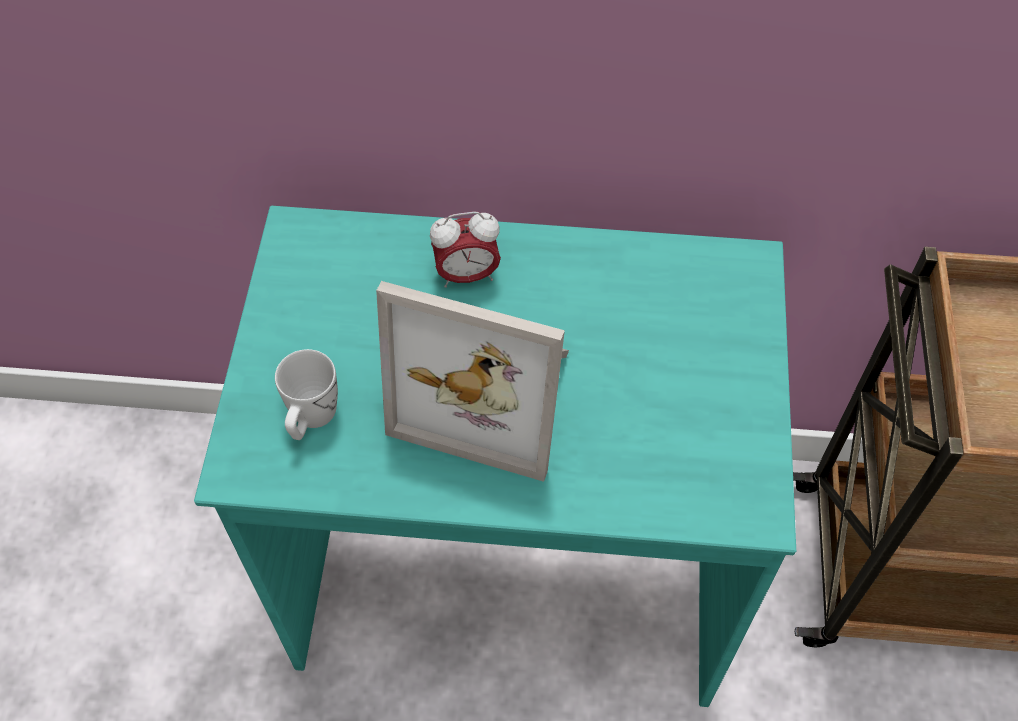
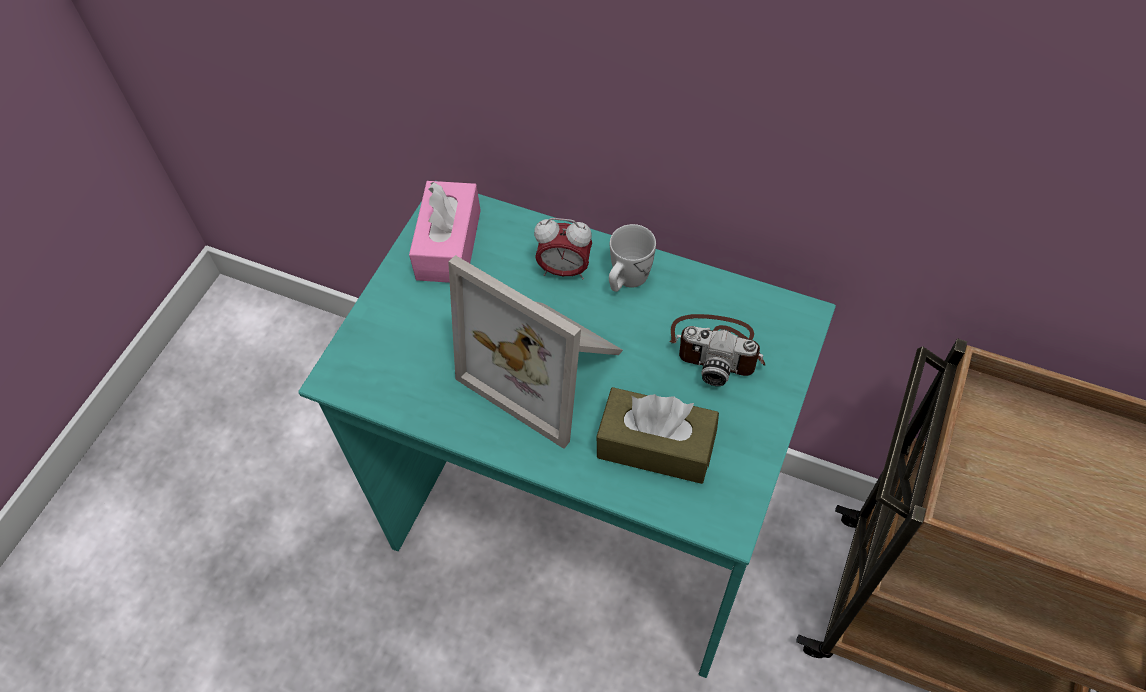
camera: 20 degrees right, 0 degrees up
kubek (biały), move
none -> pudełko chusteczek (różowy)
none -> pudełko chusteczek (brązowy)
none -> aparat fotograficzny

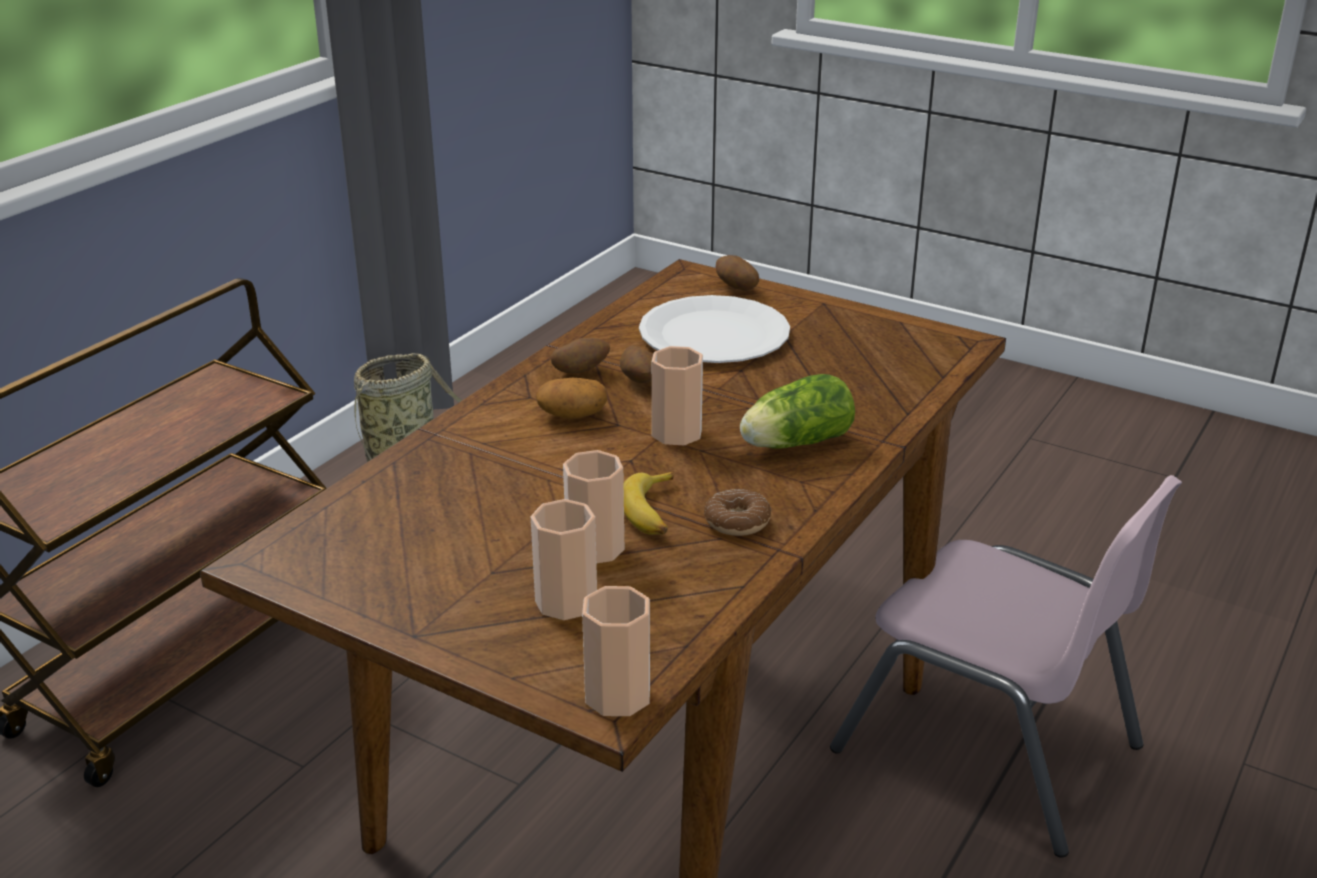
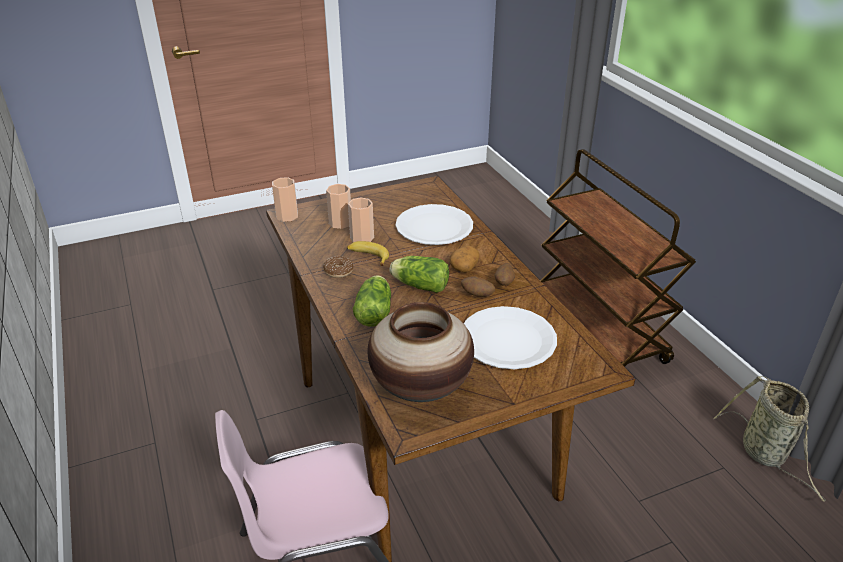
camera: 125 degrees right, 5 degrees up
filiżanka (4th from left) -> sałata (2nd from left)
ziemniak (4th from left) -> none
none -> wazon
none -> talerz (biały) (1st from left)

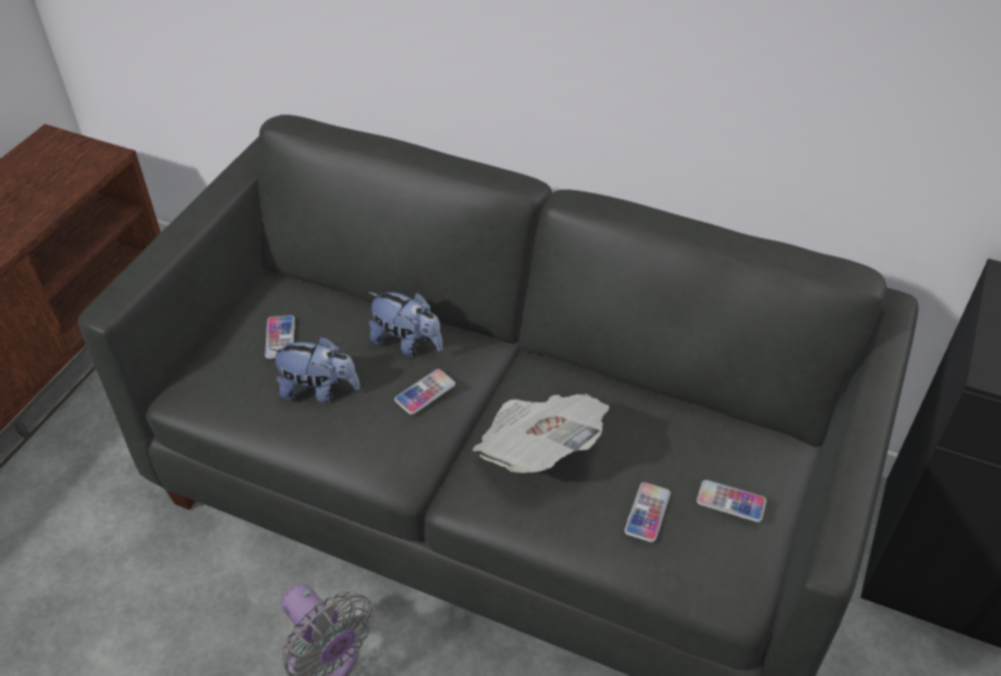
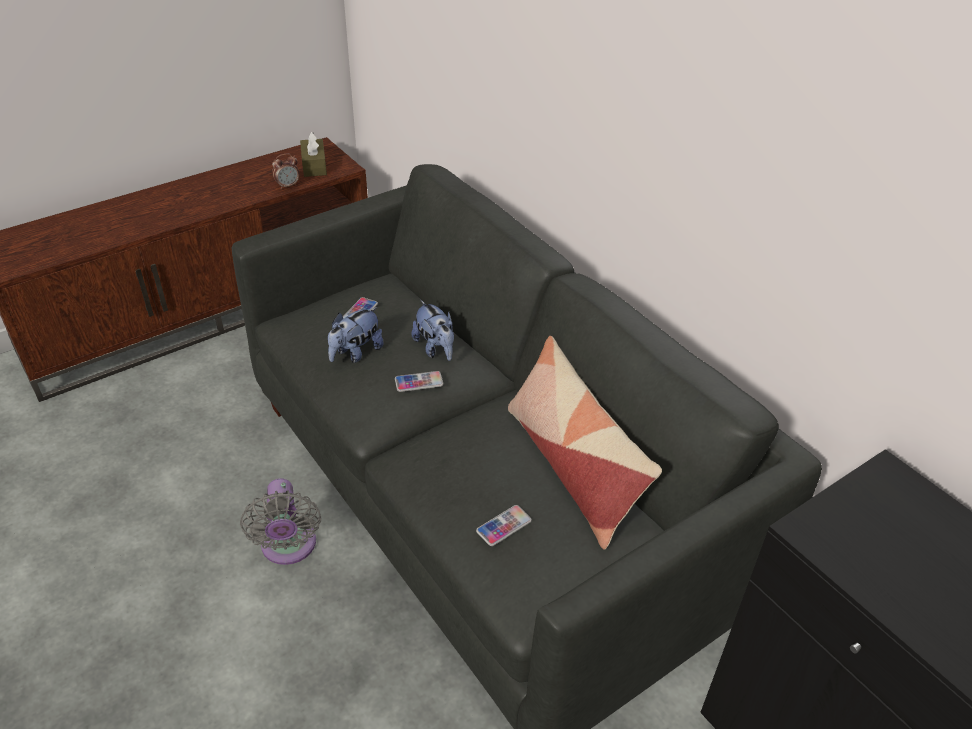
camera: 30 degrees right, 5 degrees down
pluszak (1st from left), 90 degrees clockwise
gazeta -> none
telefon (4th from left) -> none
none -> budzik
none -> pudełko chusteczek (brązowy)
none -> poduszka

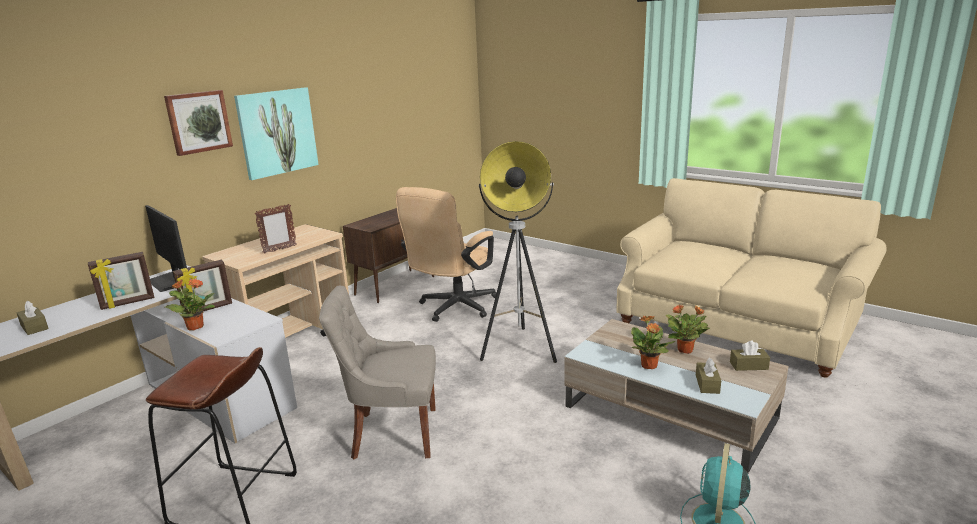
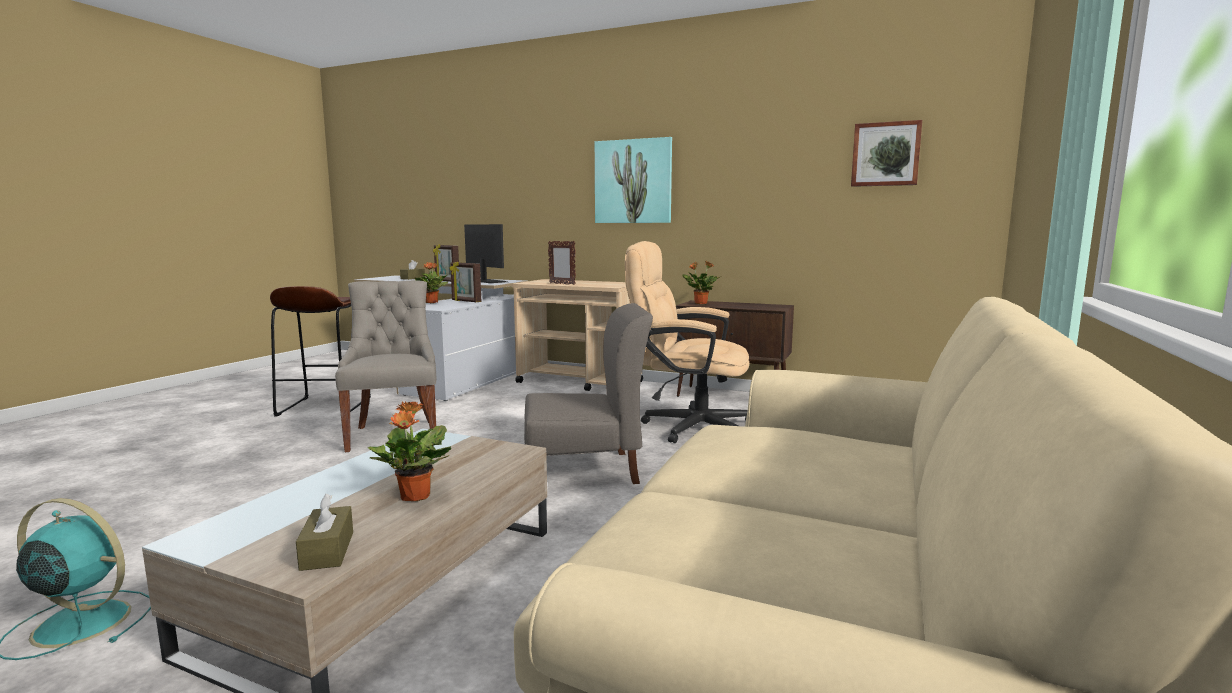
camera: 75 degrees right, 10 degrees down
monitor, 105 degrees clockwise
obraz (1st from left in the first image) -> obraz (2nd from left), move
lampa stojąca -> krzesło (szary) (2nd from left)
roślina doniczkowa (2nd from left in the first image) -> roślina doniczkowa (3rd from left), move
pudełko chusteczek (brązowy) (2nd from left) -> none

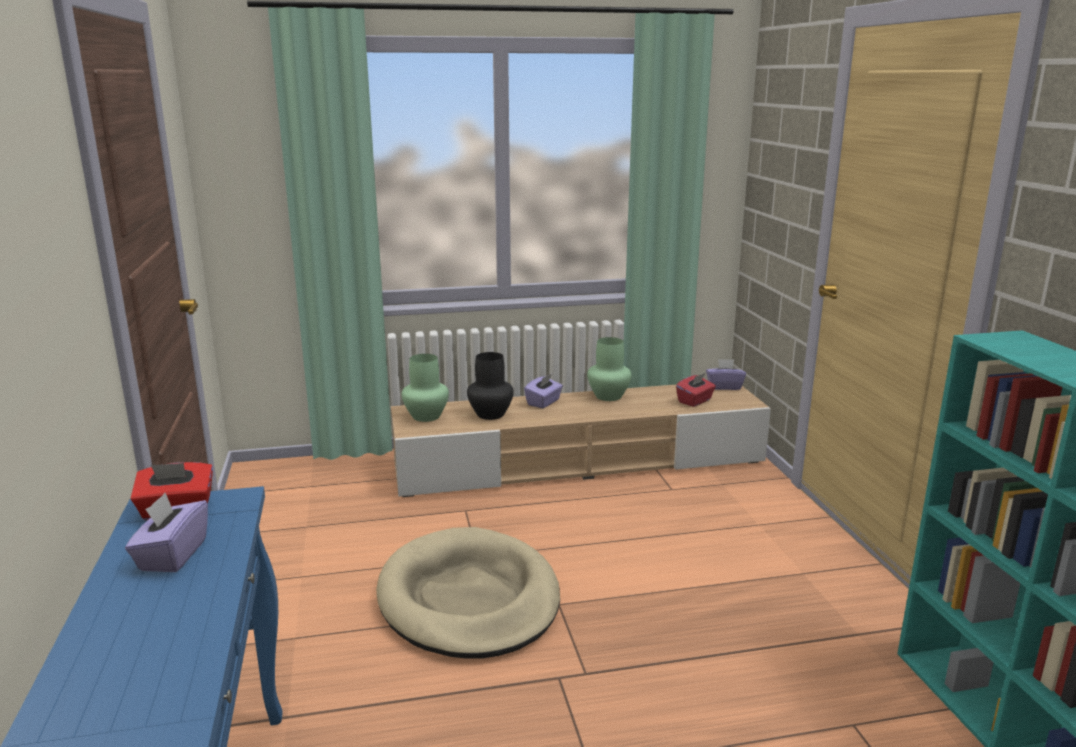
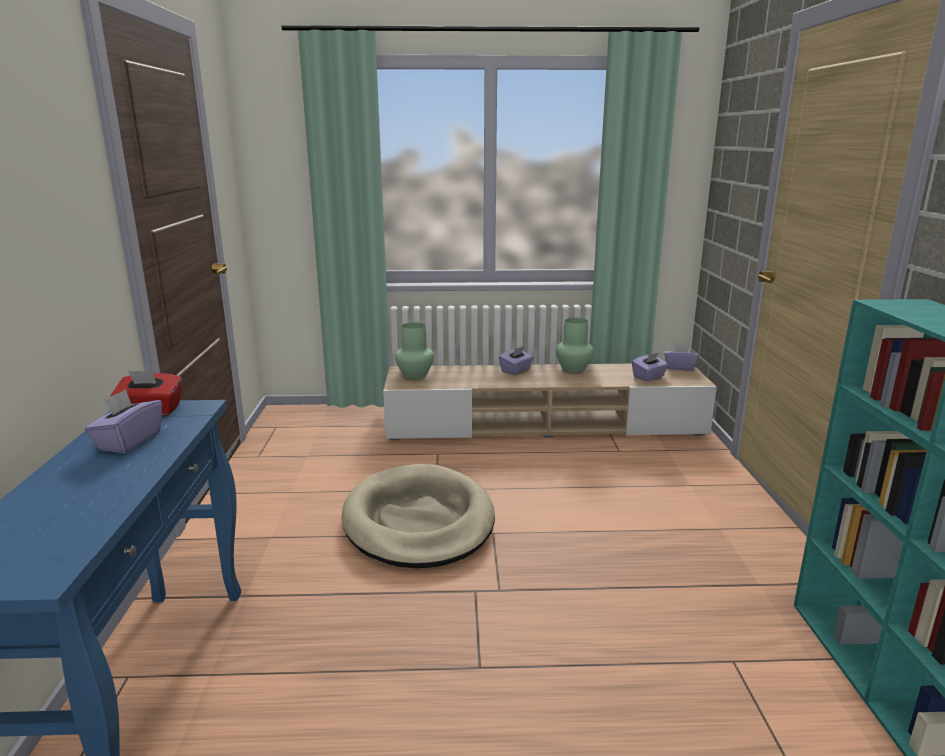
camera: 10 degrees right, 0 degrees up
wazon (czarny) -> none
pudełko chusteczek (czerwony) (2nd from left) -> pudełko chusteczek (fioletowy) (3rd from left)

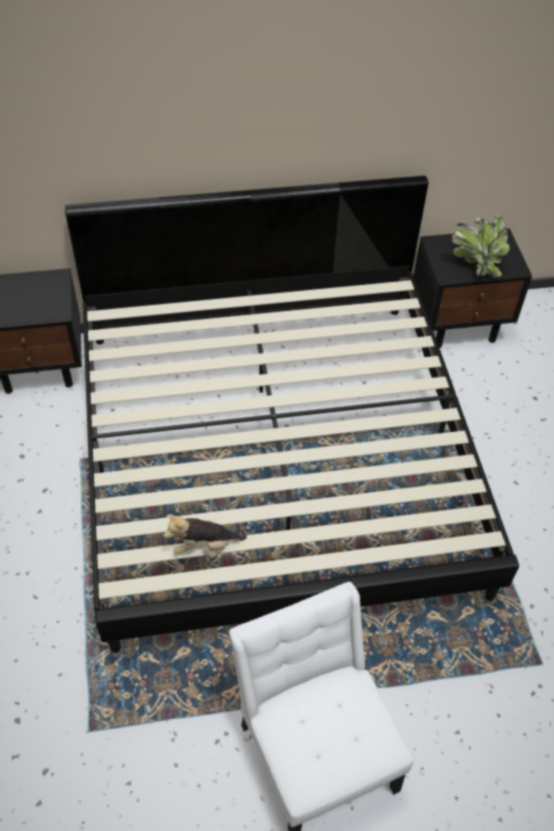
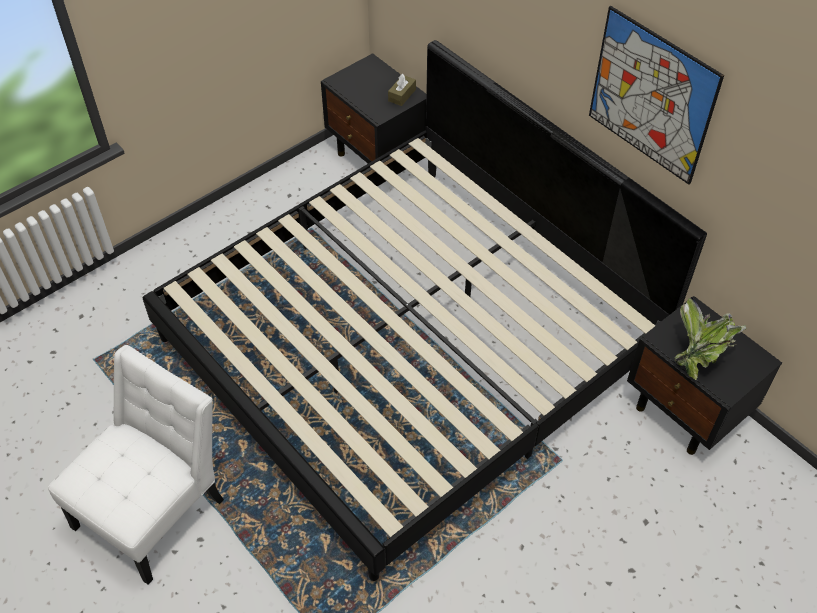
camera: 60 degrees right, 0 degrees up
pluszak -> none
none -> pudełko chusteczek (brązowy)
none -> obraz

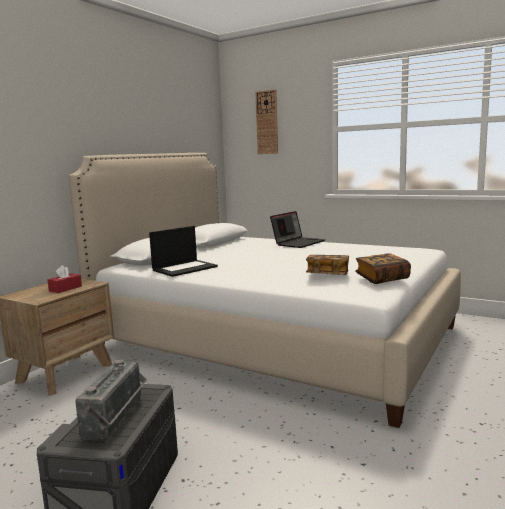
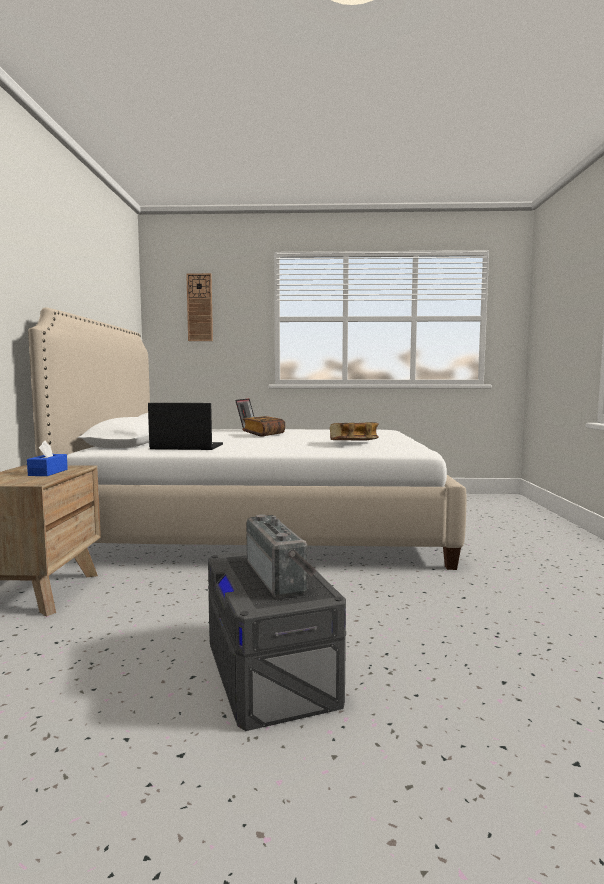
camera: 30 degrees left, 5 degrees down
pudełko chusteczek (czerwony) -> pudełko chusteczek (niebieski)
laptop (1st from left), 105 degrees counterclockwise
książka (2nd from left in the first image) -> książka (1st from left), move

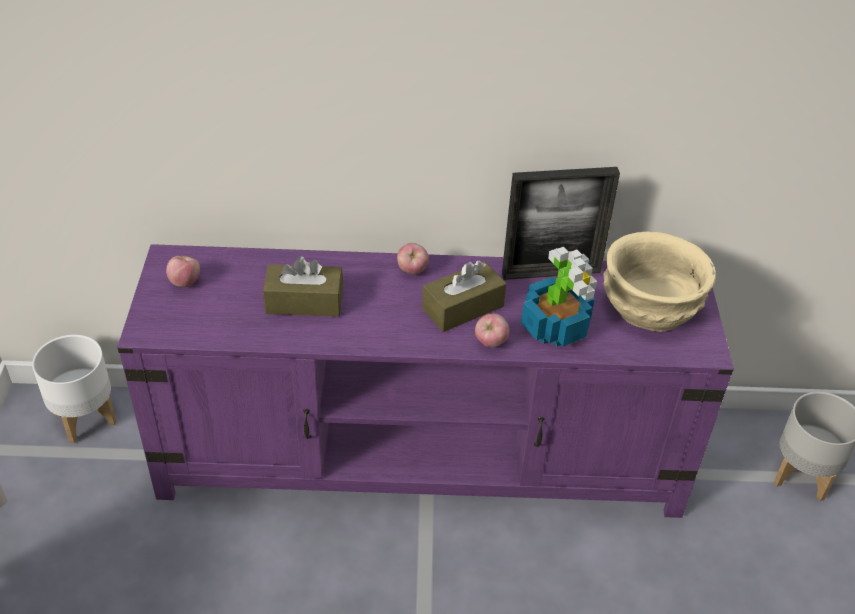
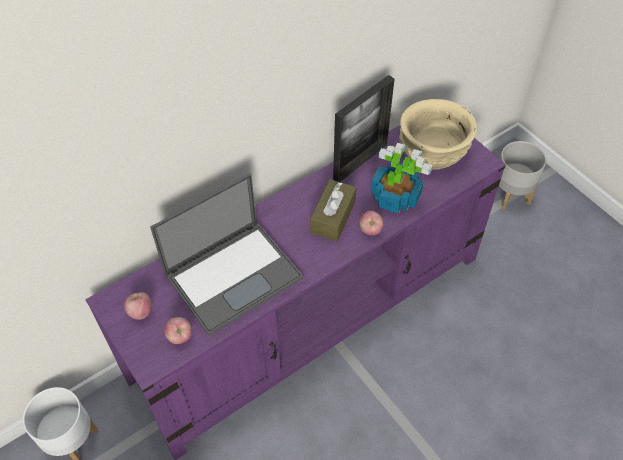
camera: 35 degrees left, 10 degrees up
pudełko chusteczek (brązowy) (1st from left) -> laptop
jabłko (2nd from left), move

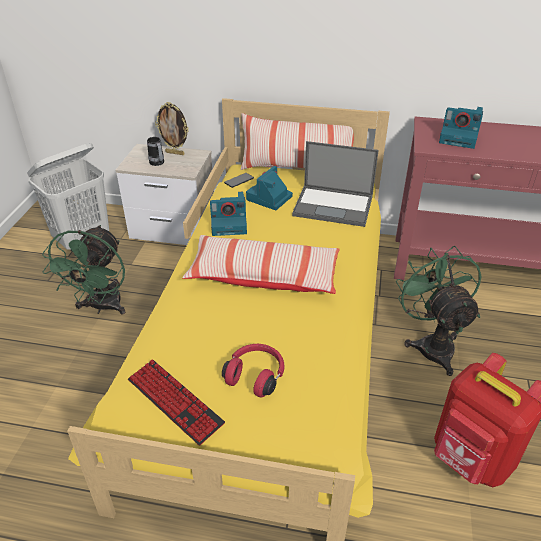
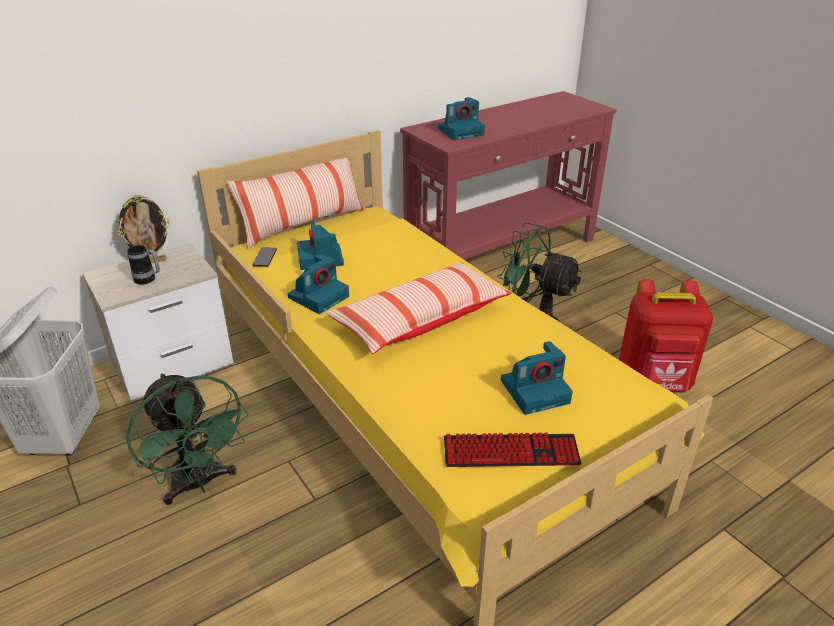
camera: 45 degrees left, 5 degrees down
słuchawki (czerwony) -> aparat fotograficzny (4th from left)
laptop -> none

